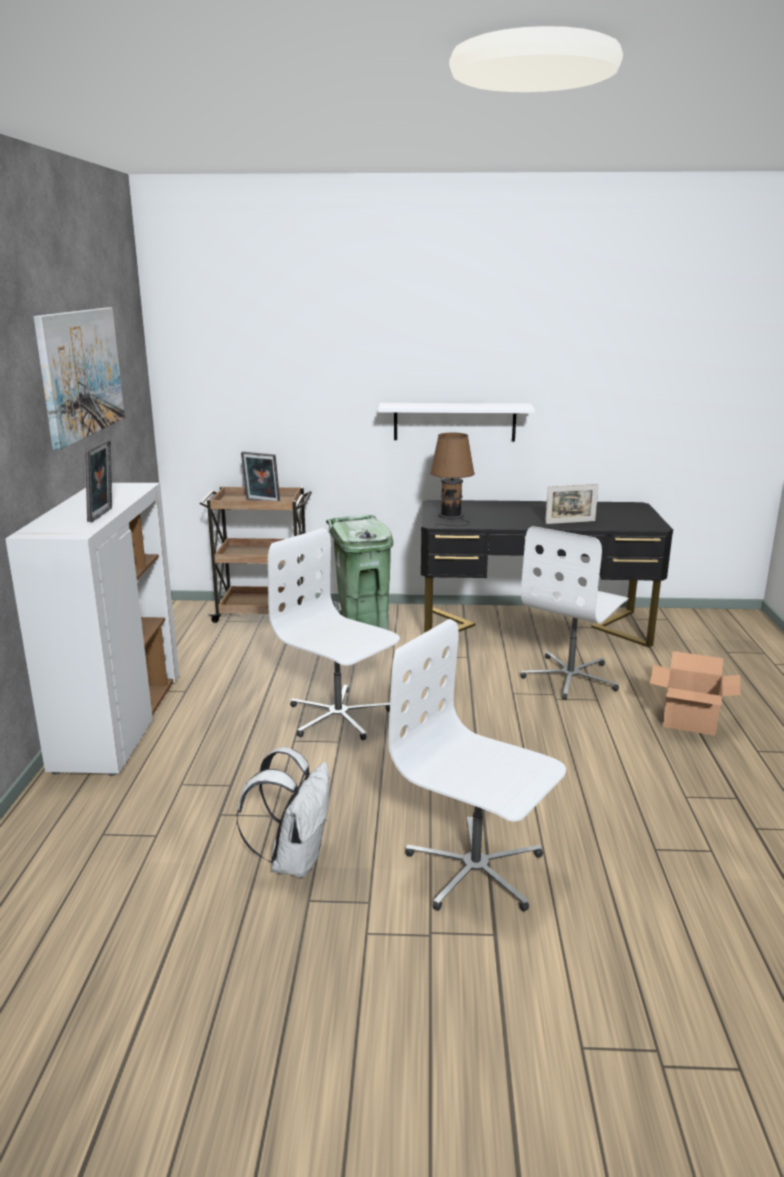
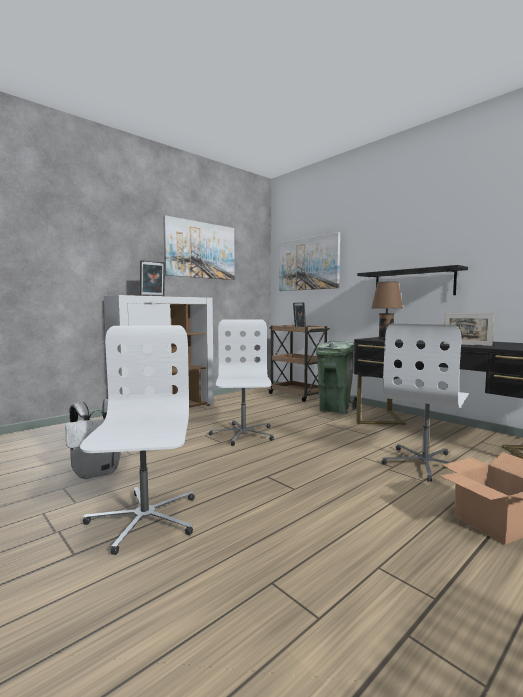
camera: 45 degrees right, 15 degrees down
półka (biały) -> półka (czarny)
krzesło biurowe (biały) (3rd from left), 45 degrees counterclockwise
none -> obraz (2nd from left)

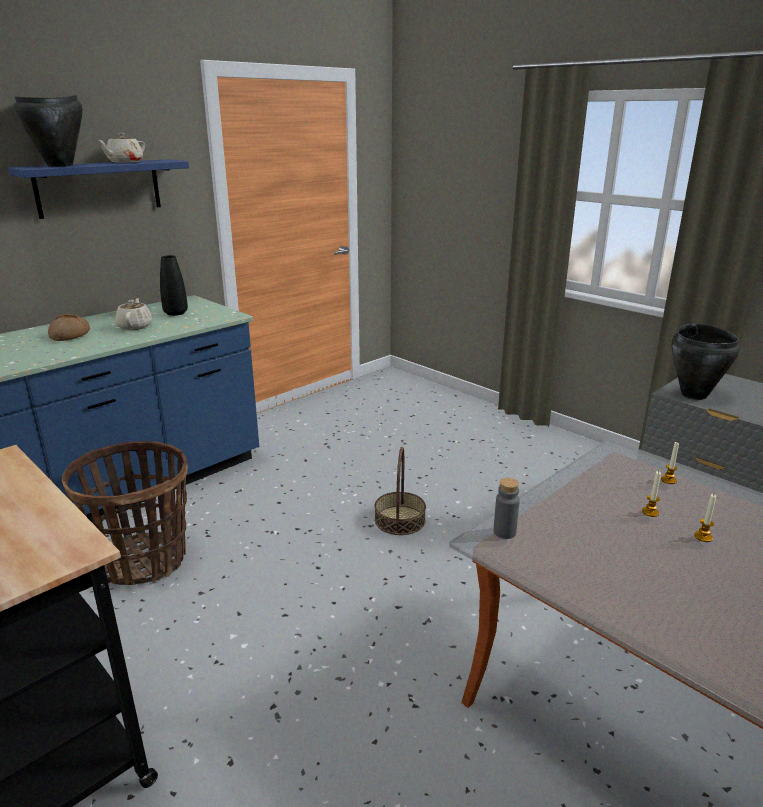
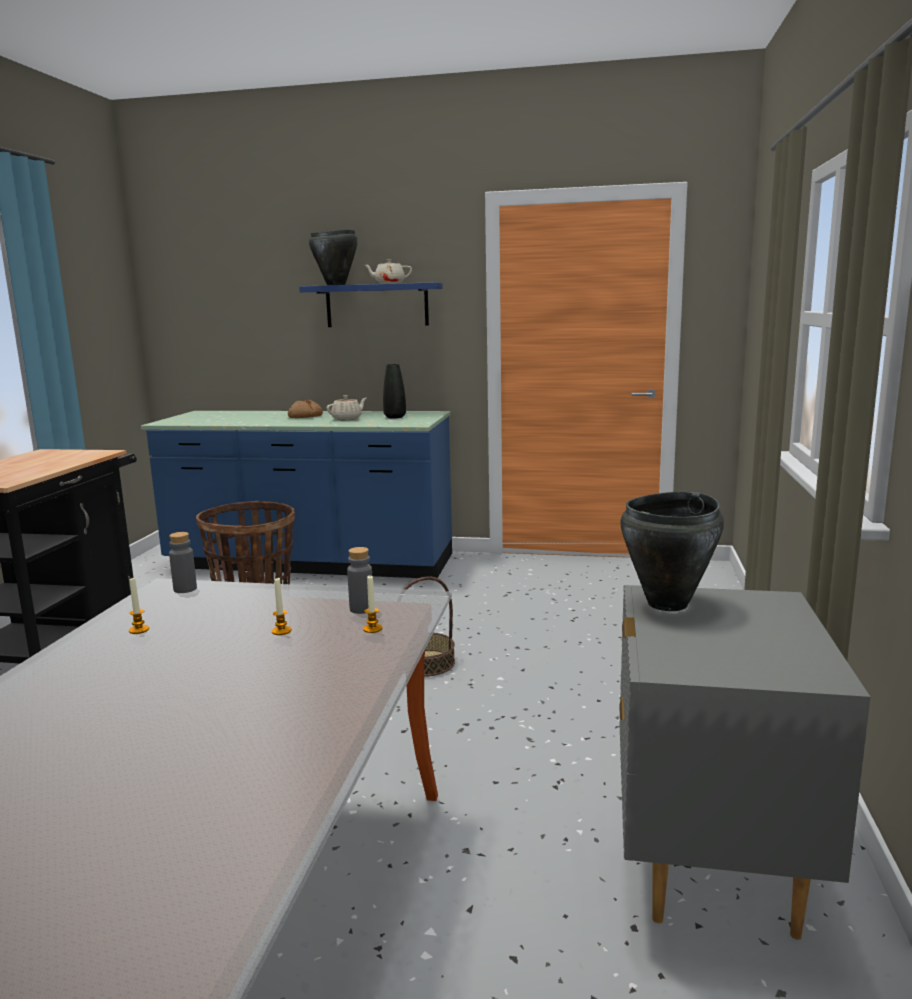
camera: 55 degrees right, 10 degrees down
świeca (3rd from left in the first image) -> świeca (1st from left), move
none -> butelka (szary) (2nd from left)

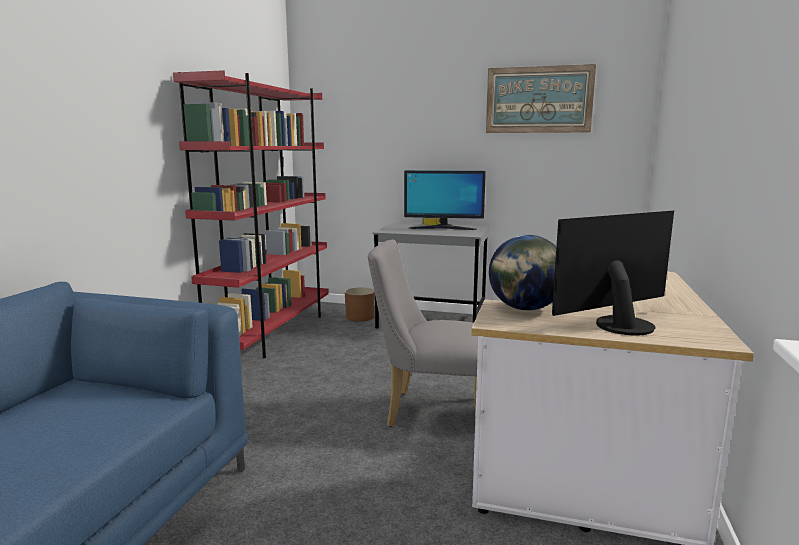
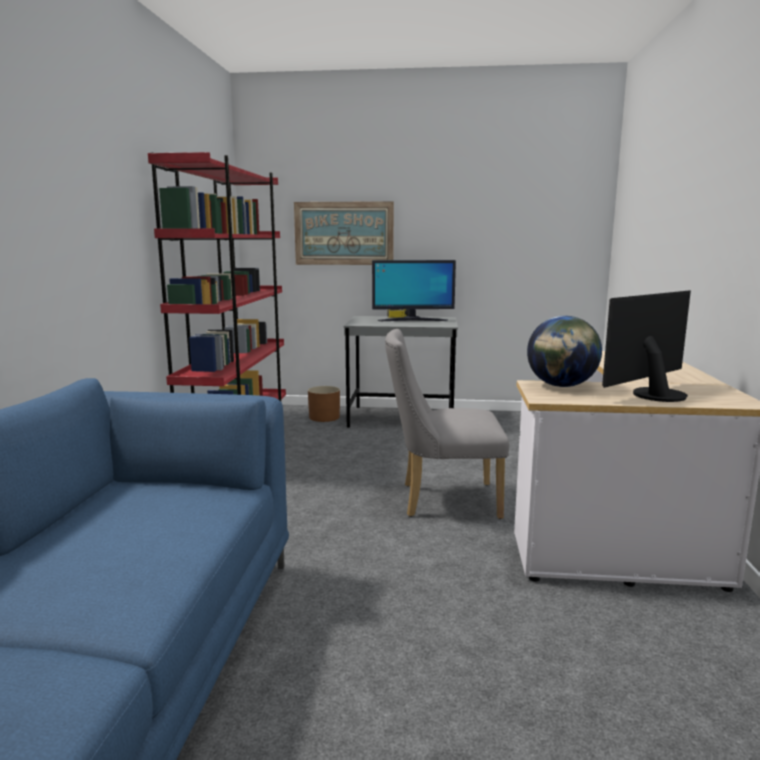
camera: 10 degrees left, 0 degrees up
obraz, move

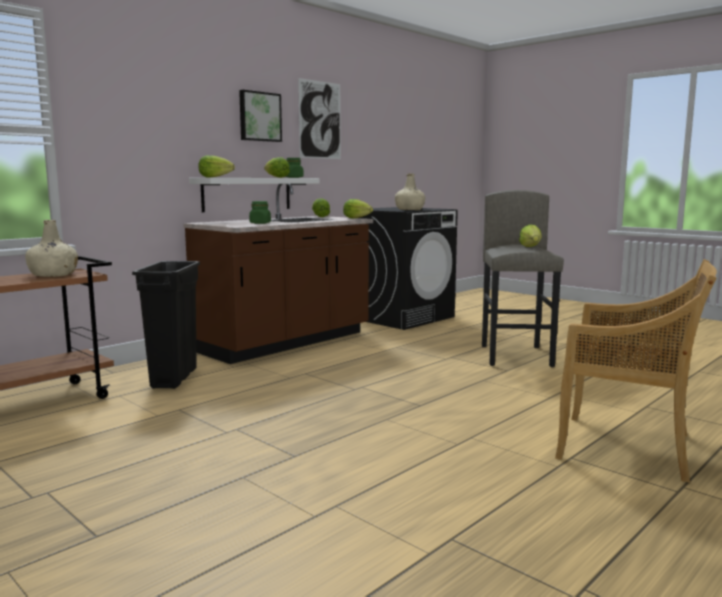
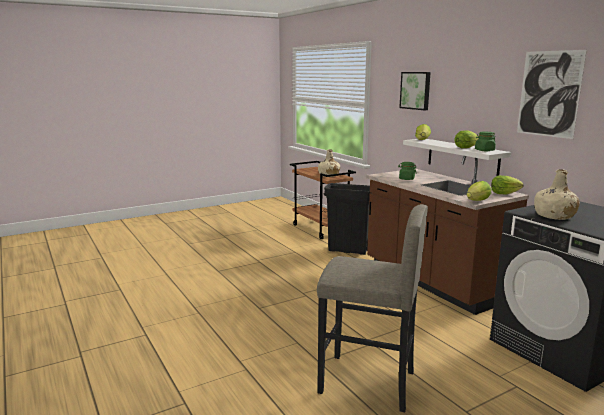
camera: 105 degrees right, 5 degrees up
obraz (1st from left), move
sałata (5th from left) -> none
krzesło (beżowy) -> none

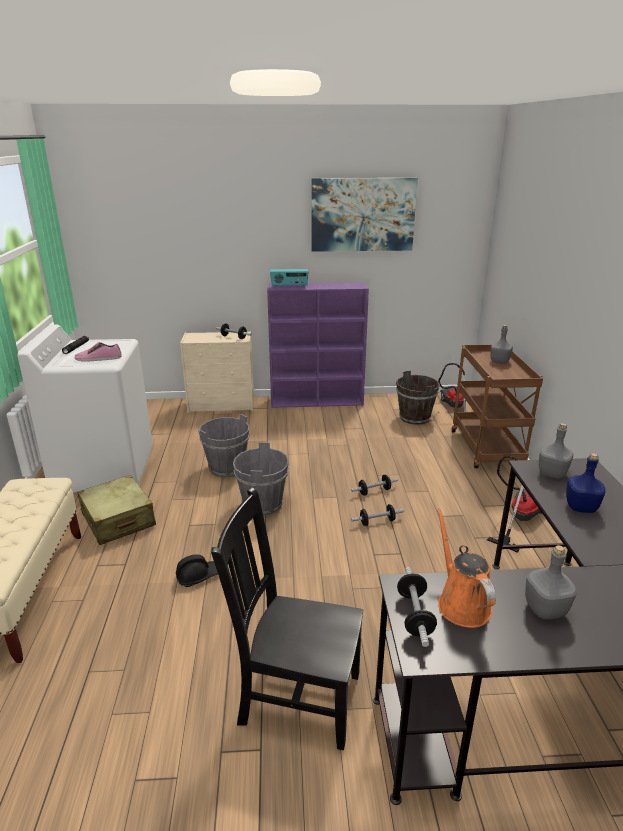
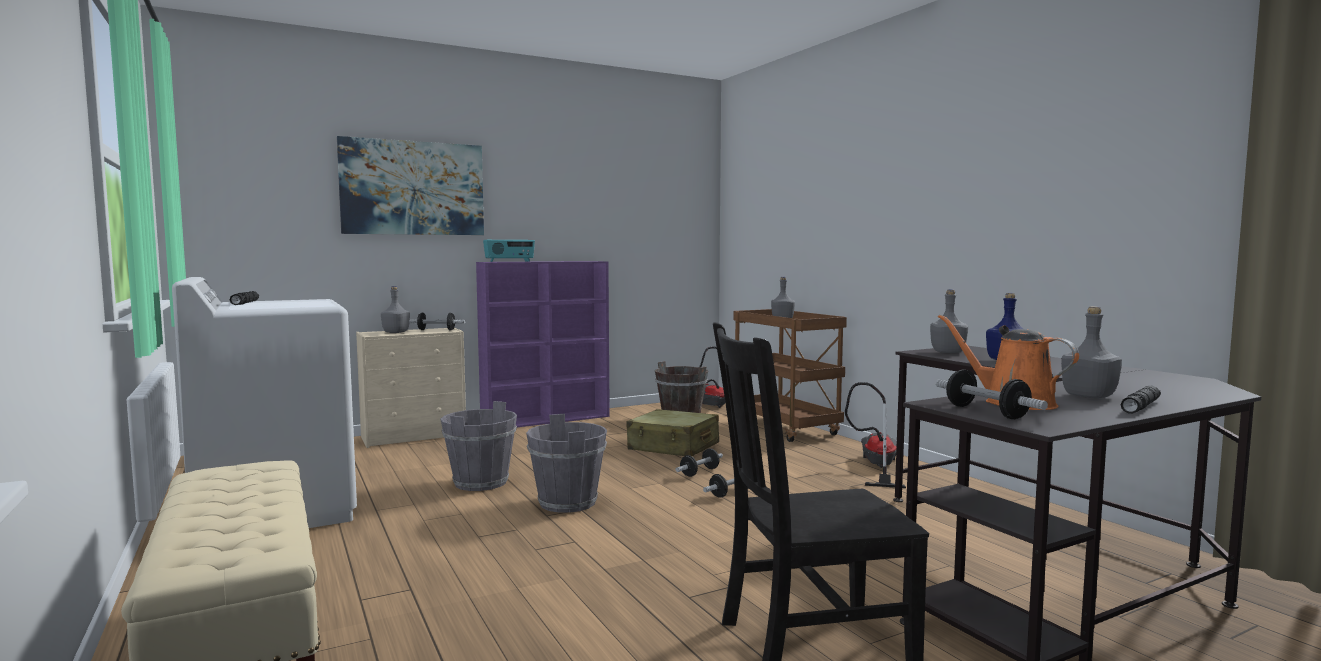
camera: 25 degrees left, 20 degrees down
but -> none
walizka (beżowy), move
kask (czarny) -> none
obraz, move
none -> butelka (szary) (1st from left)
none -> latarka (czarny) (2nd from left)

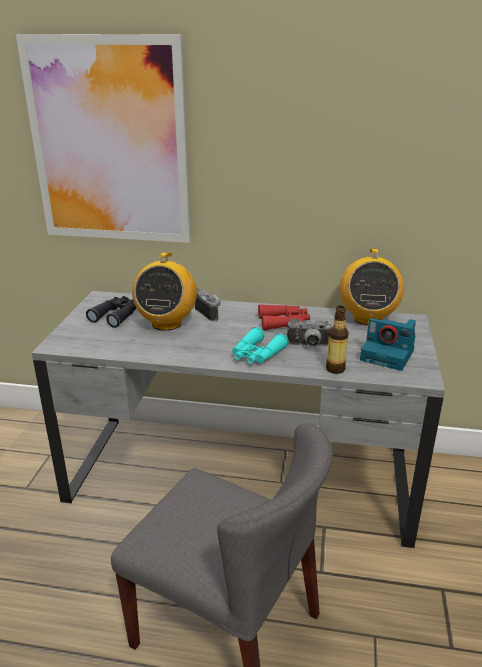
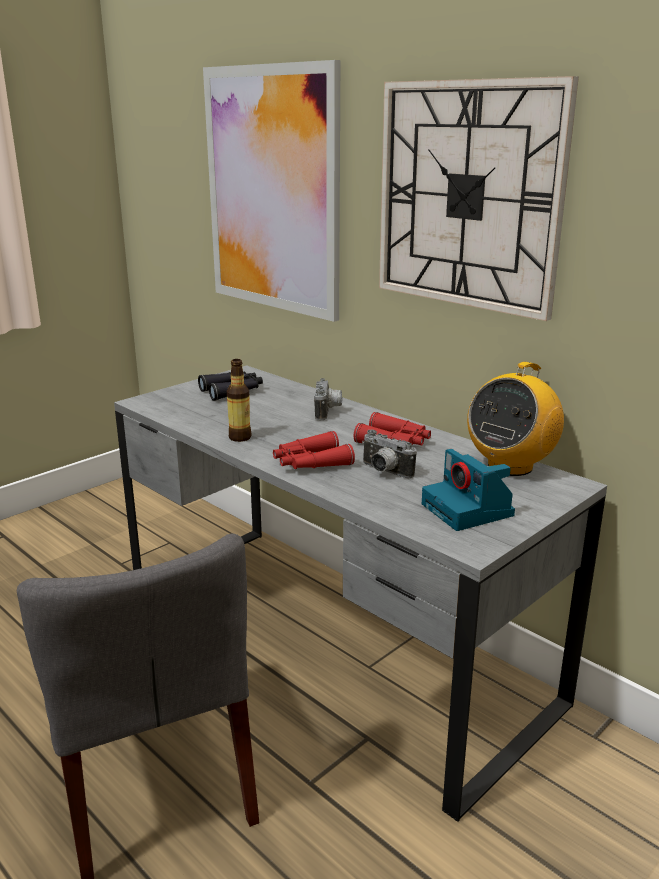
camera: 35 degrees right, 5 degrees down
radio (1st from left) -> none
lornetka (turkusowy) -> lornetka (czerwony) (1st from left)
butelka, move
none -> zegar ścienny

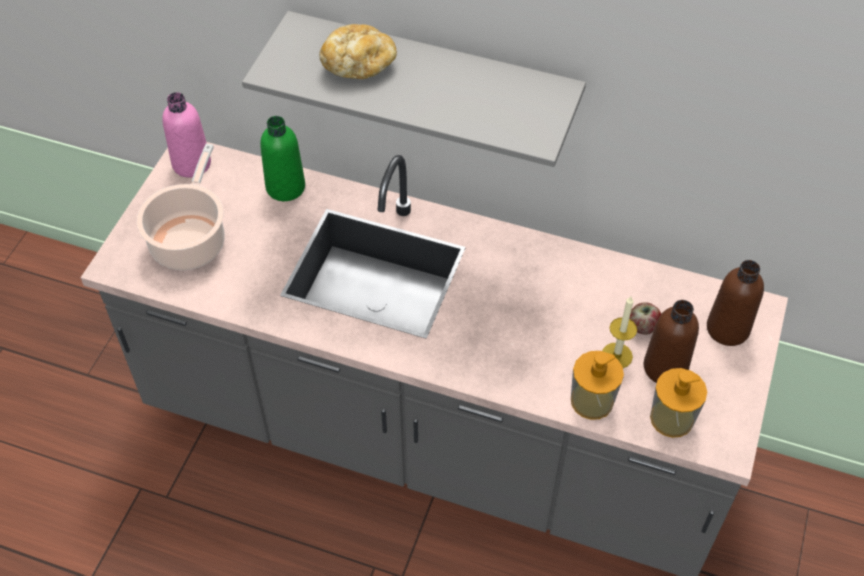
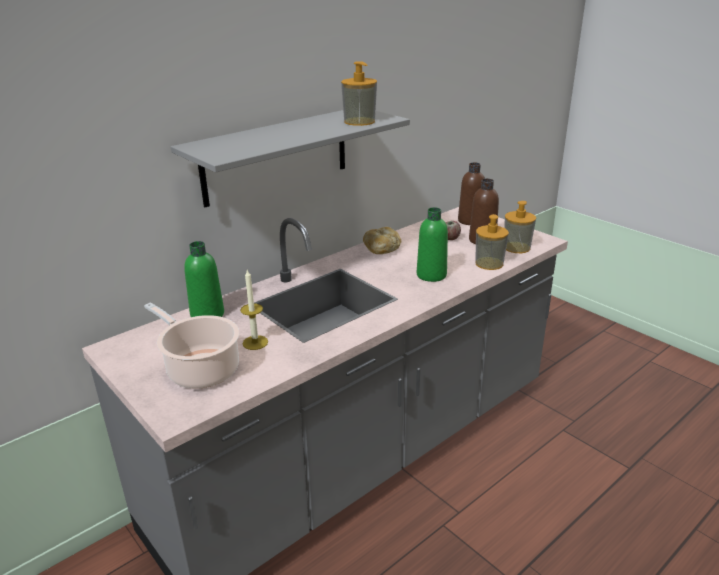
camera: 60 degrees left, 25 degrees down
butelka (różowy) -> none
chleb, move
świeca, move
none -> dozownik mydła (1st from left)
none -> butelka (zielony) (2nd from left)

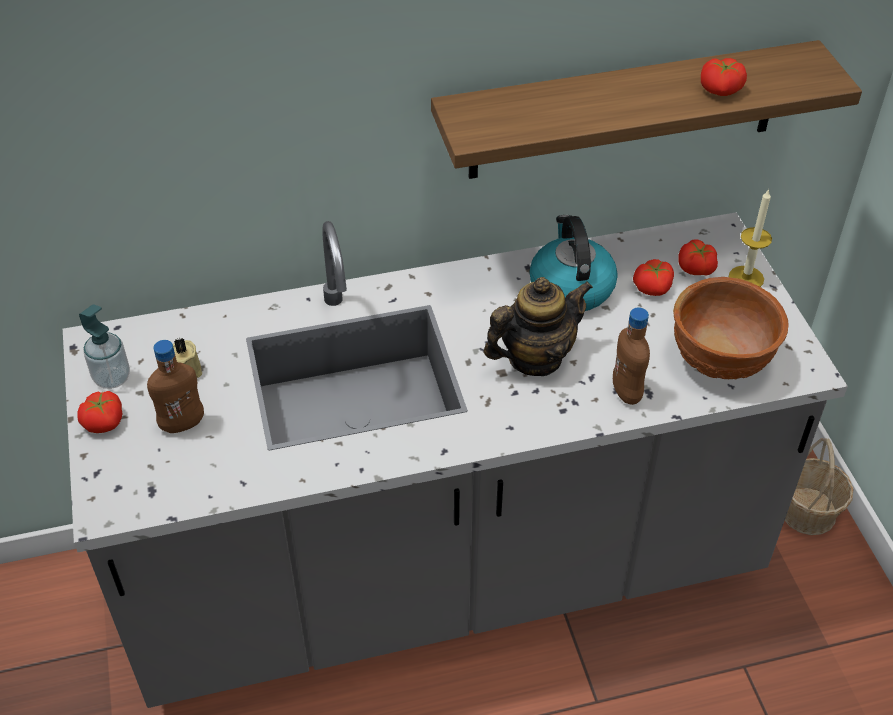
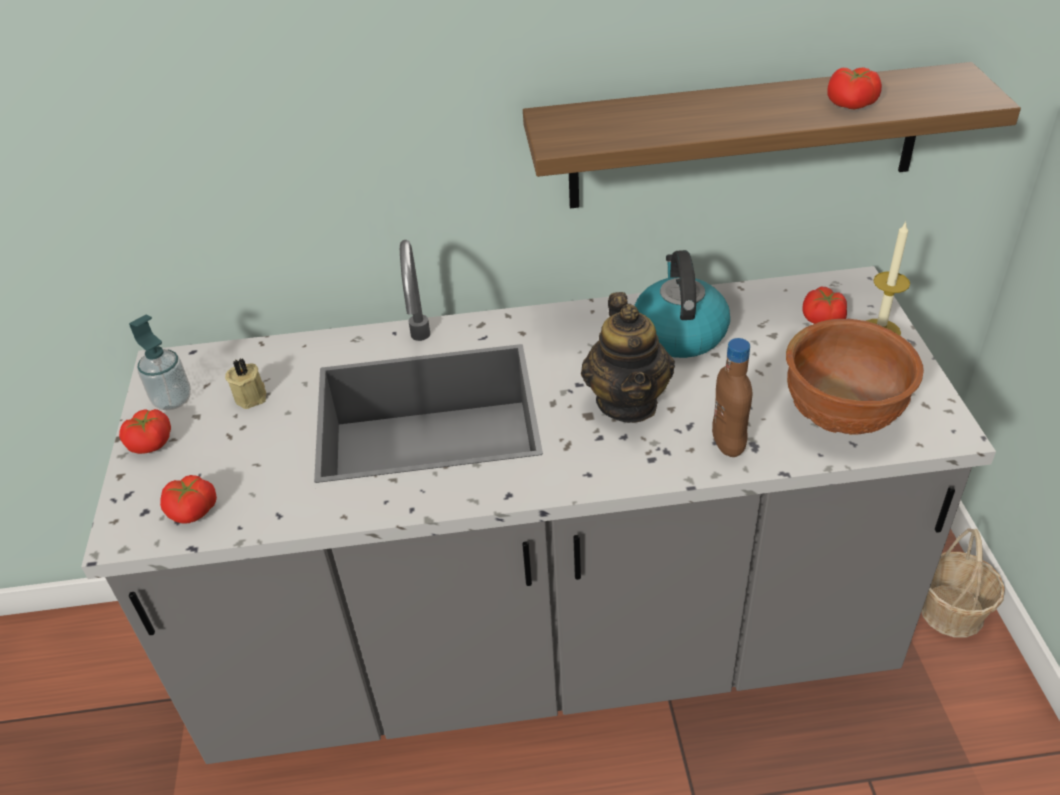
camera: 10 degrees right, 5 degrees down
butelka (brązowy) (1st from left) -> none
imbryk, 105 degrees clockwise
pomidor (2nd from left), move

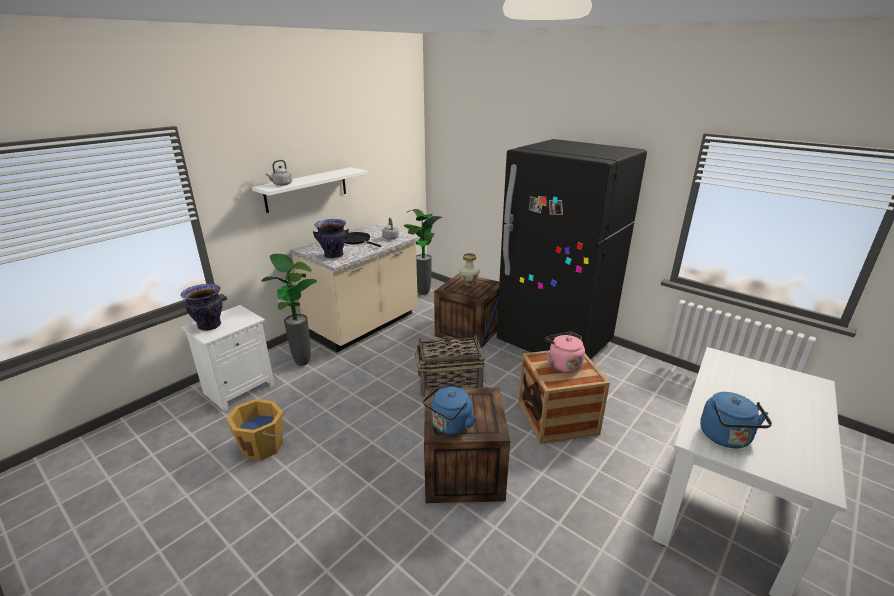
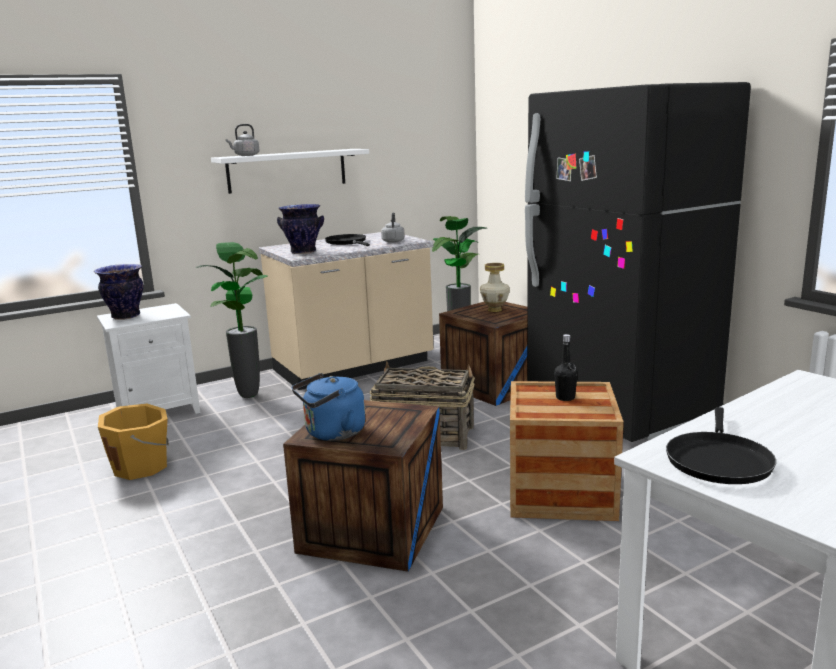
camera: 20 degrees right, 10 degrees down
czajnik (różowy) -> butelka (czarny)
czajnik (niebieski) (2nd from left) -> patelnia (czarny) (2nd from left)

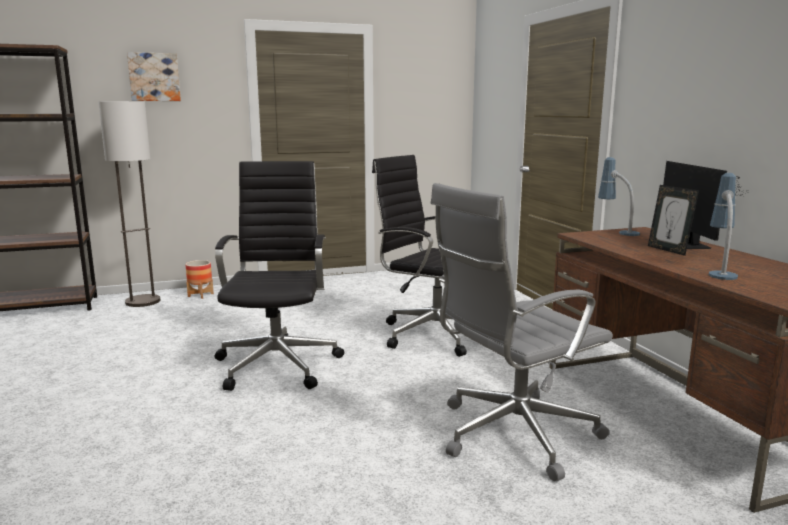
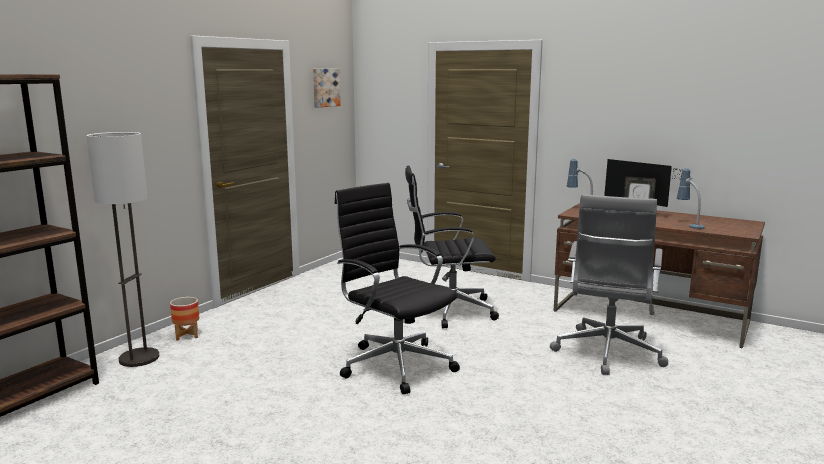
camera: 40 degrees left, 0 degrees up
obraz, move

